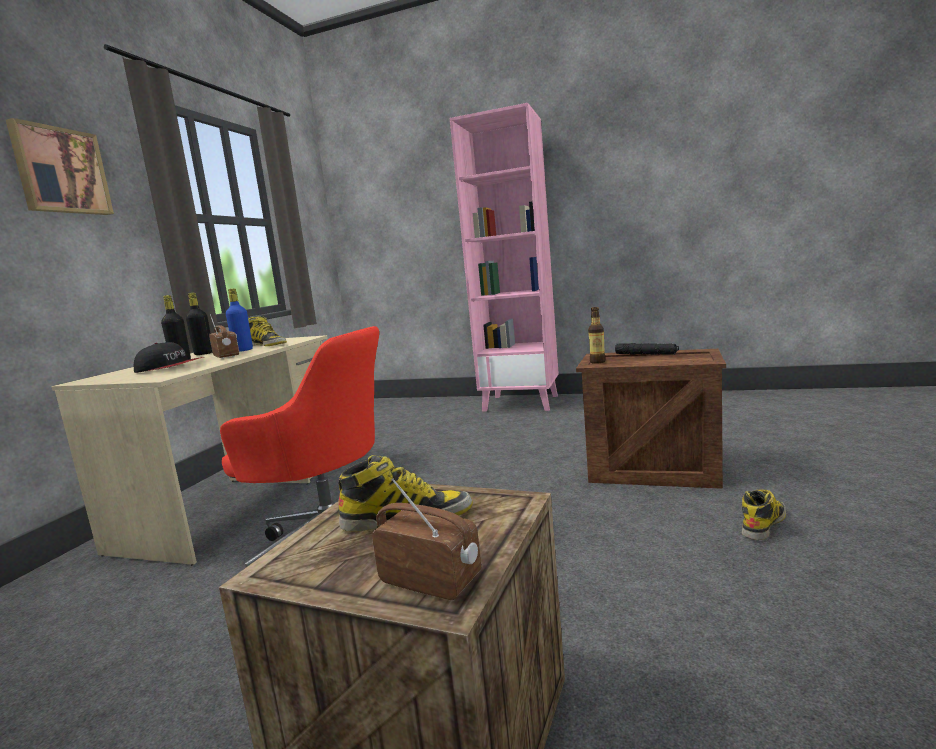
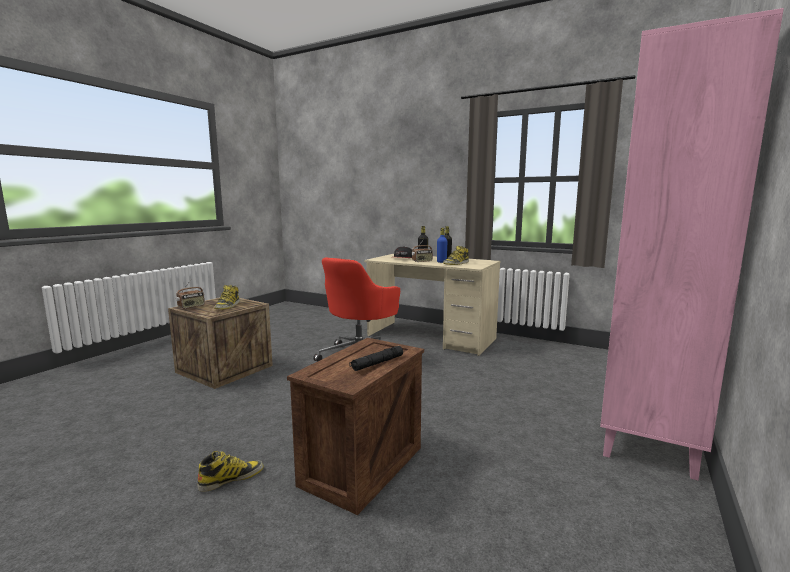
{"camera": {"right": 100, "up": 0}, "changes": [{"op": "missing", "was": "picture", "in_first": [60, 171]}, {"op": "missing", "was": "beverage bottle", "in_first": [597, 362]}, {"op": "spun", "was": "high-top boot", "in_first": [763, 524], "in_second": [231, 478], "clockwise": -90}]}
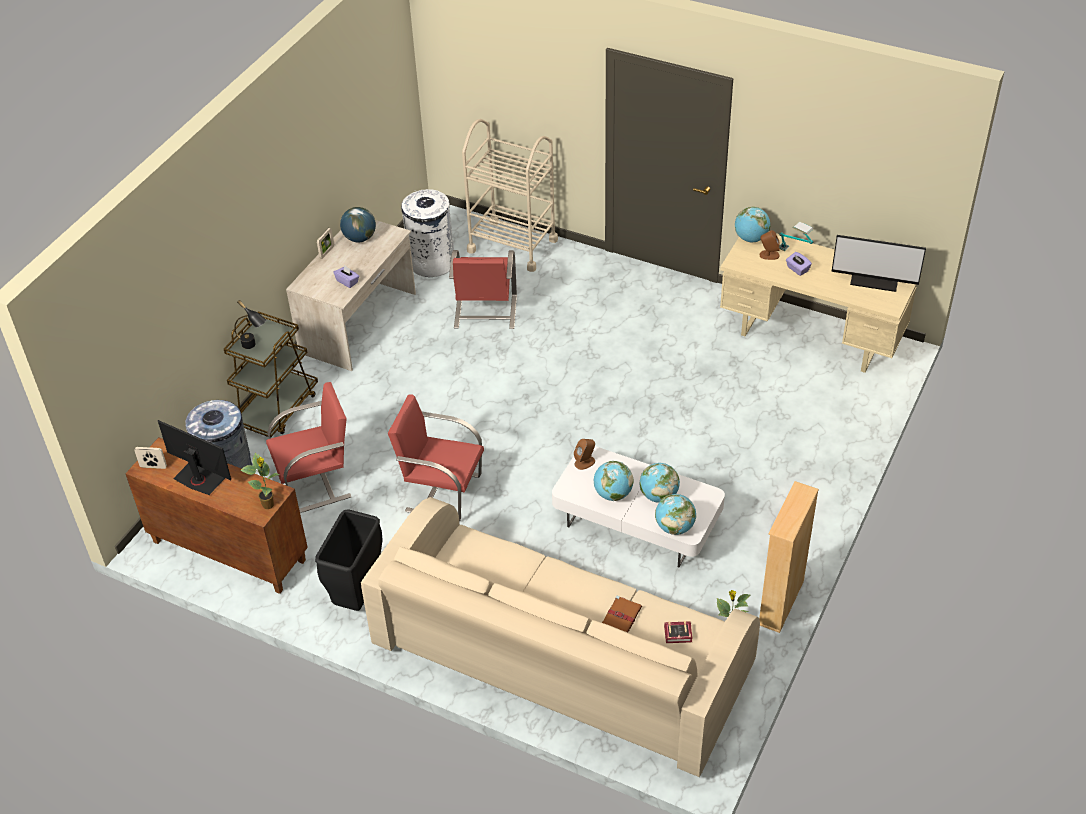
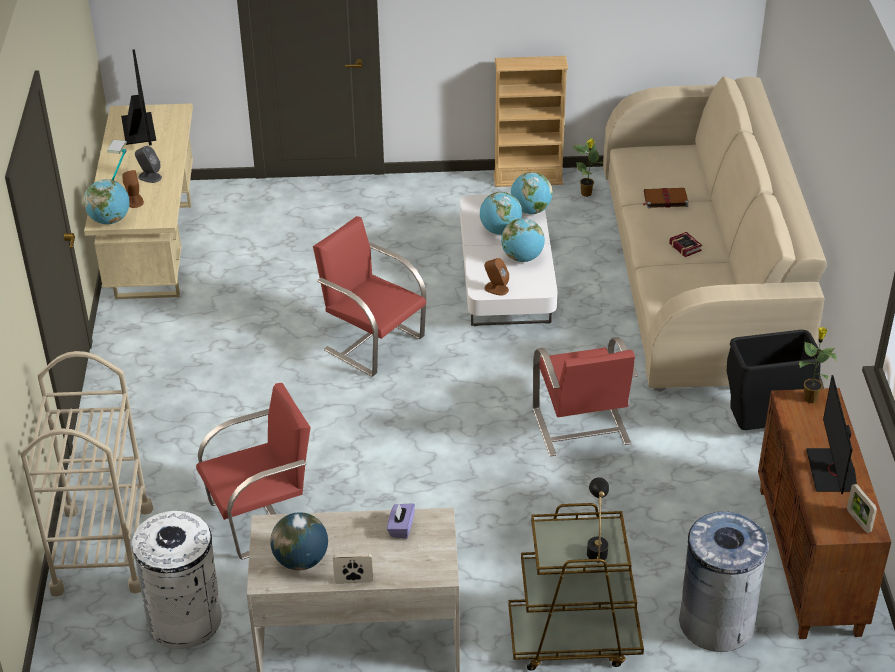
{"camera": {"right": -120, "up": -5}, "changes": [{"op": "relocated", "was": "red plain chair", "in_first": [316, 482], "in_second": [373, 342]}, {"op": "relocated", "was": "book", "in_first": [679, 635], "in_second": [685, 246]}, {"op": "exchanged", "was": "purple-coloured tissue box", "now": "grey speaker", "in_first": [797, 269], "in_second": [149, 177]}]}
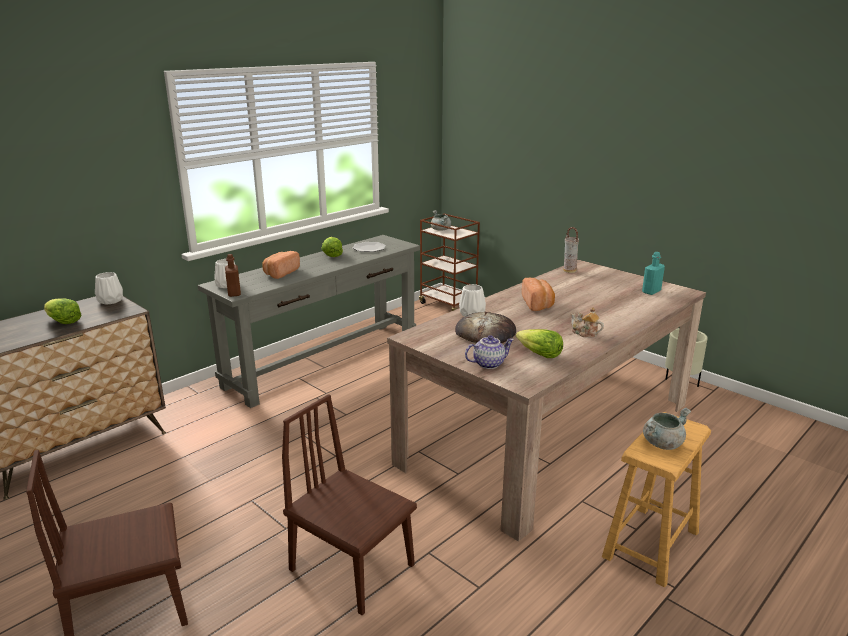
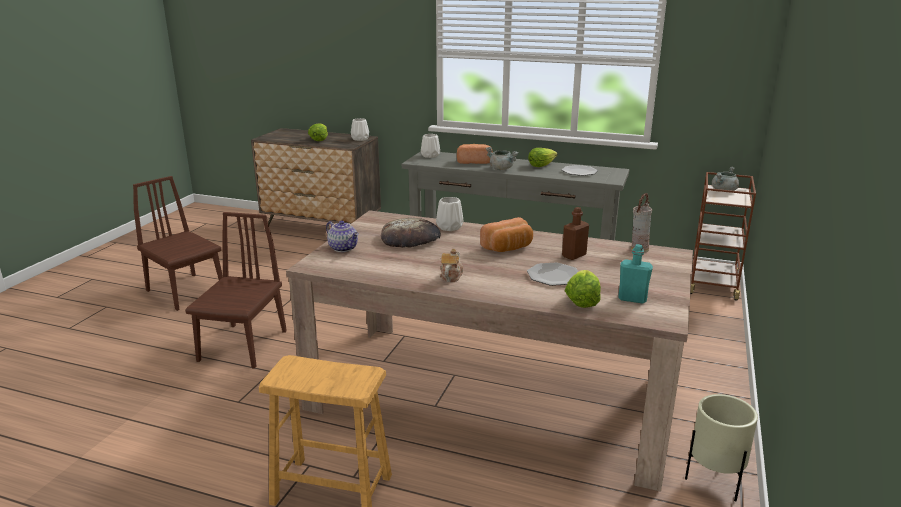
{"camera": {"right": 65, "up": 0}, "changes": [{"op": "relocated", "was": "brown-coloured beverage bottle", "in_first": [234, 293], "in_second": [574, 255]}, {"op": "relocated", "was": "lettuce head", "in_first": [539, 354], "in_second": [582, 300]}, {"op": "relocated", "was": "grey stockpot", "in_first": [662, 443], "in_second": [501, 169]}, {"op": "appeared", "now": "dinner plate", "in_second": [553, 276]}]}
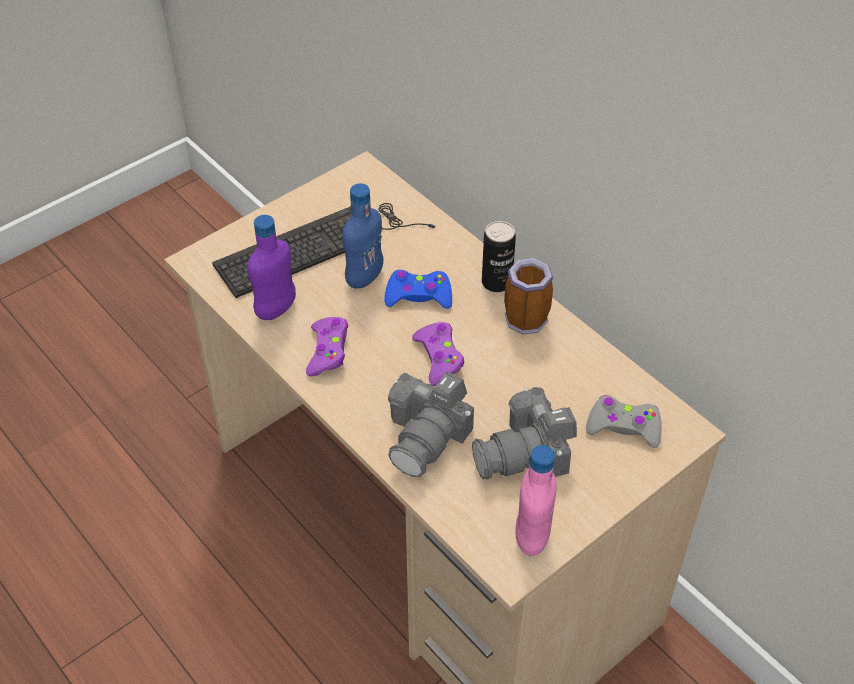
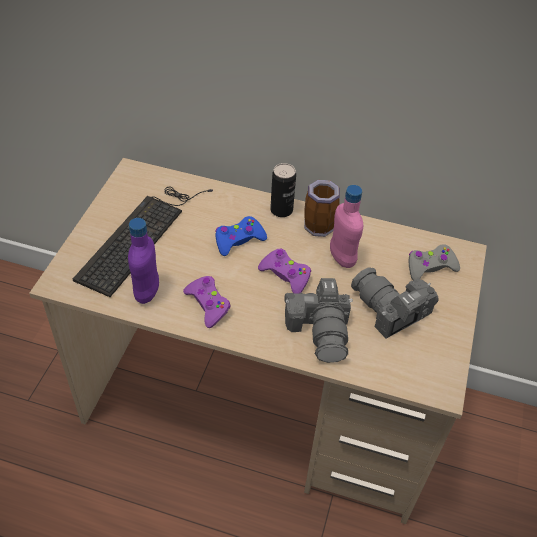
{"camera": {"right": -35, "up": 0}, "changes": [{"op": "missing", "was": "blue beverage bottle", "in_first": [364, 277]}, {"op": "spun", "was": "still camera", "in_first": [526, 454], "in_second": [390, 311], "clockwise": 105}, {"op": "relocated", "was": "pink-coloured beverage bottle", "in_first": [532, 536], "in_second": [342, 258]}]}
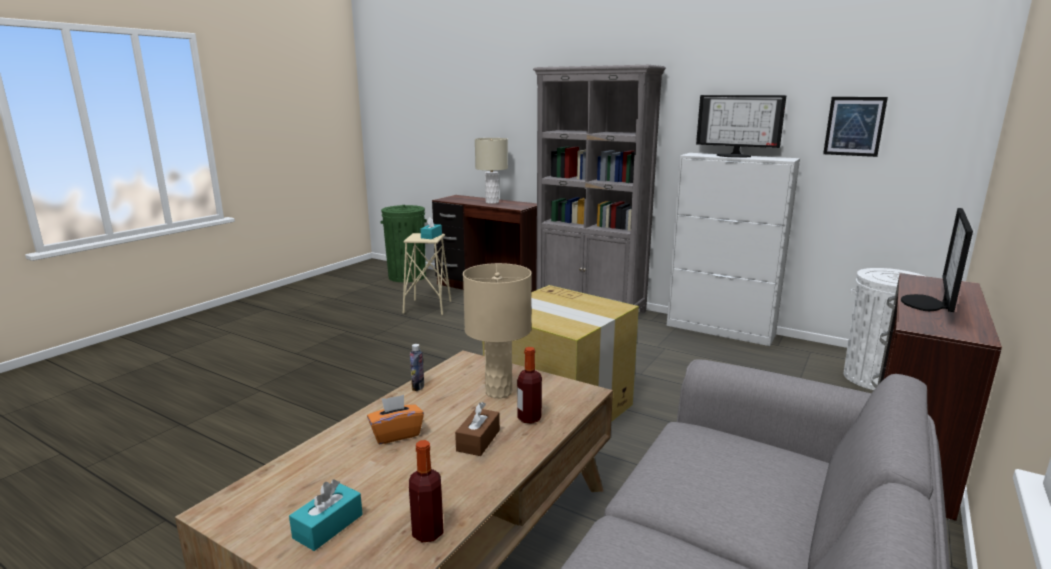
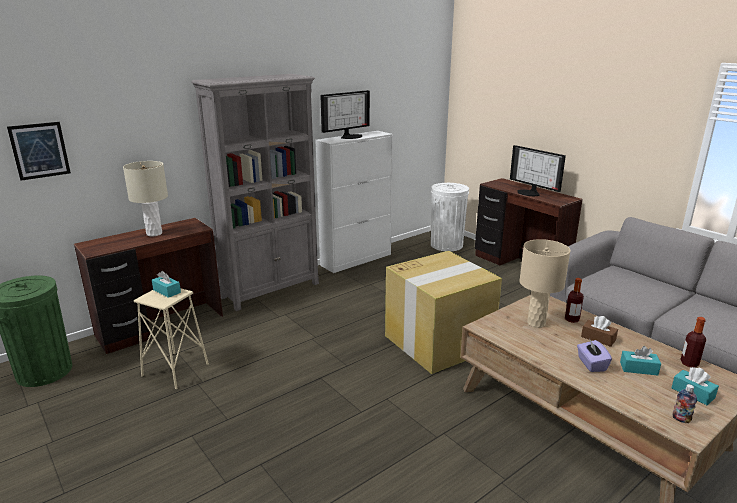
{"camera": {"right": -70, "up": 5}, "changes": [{"op": "colour", "was": "orangey tissue box", "now": "purple-coloured tissue box", "in_first": [396, 434], "in_second": [591, 364]}, {"op": "relocated", "was": "beverage bottle", "in_first": [418, 387], "in_second": [681, 419]}, {"op": "relocated", "was": "picture", "in_first": [854, 126], "in_second": [39, 150]}, {"op": "appeared", "now": "blue-green tissue box", "in_second": [638, 368]}]}
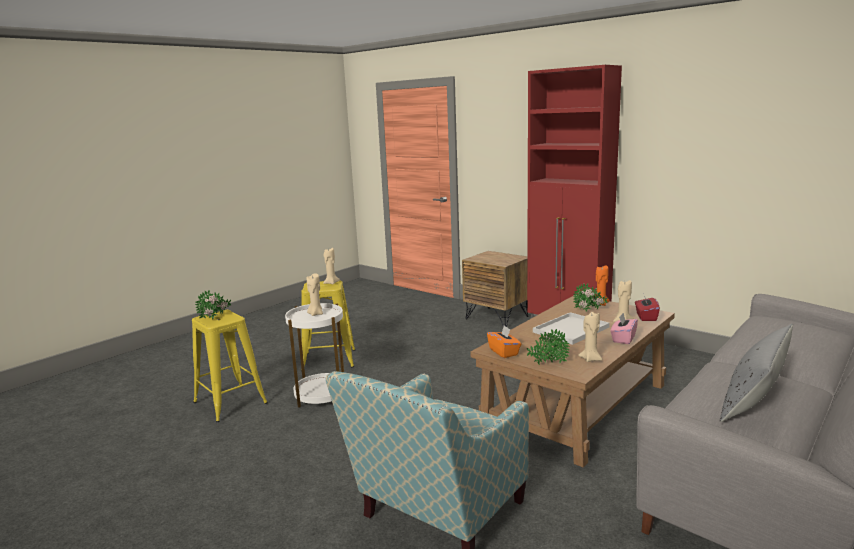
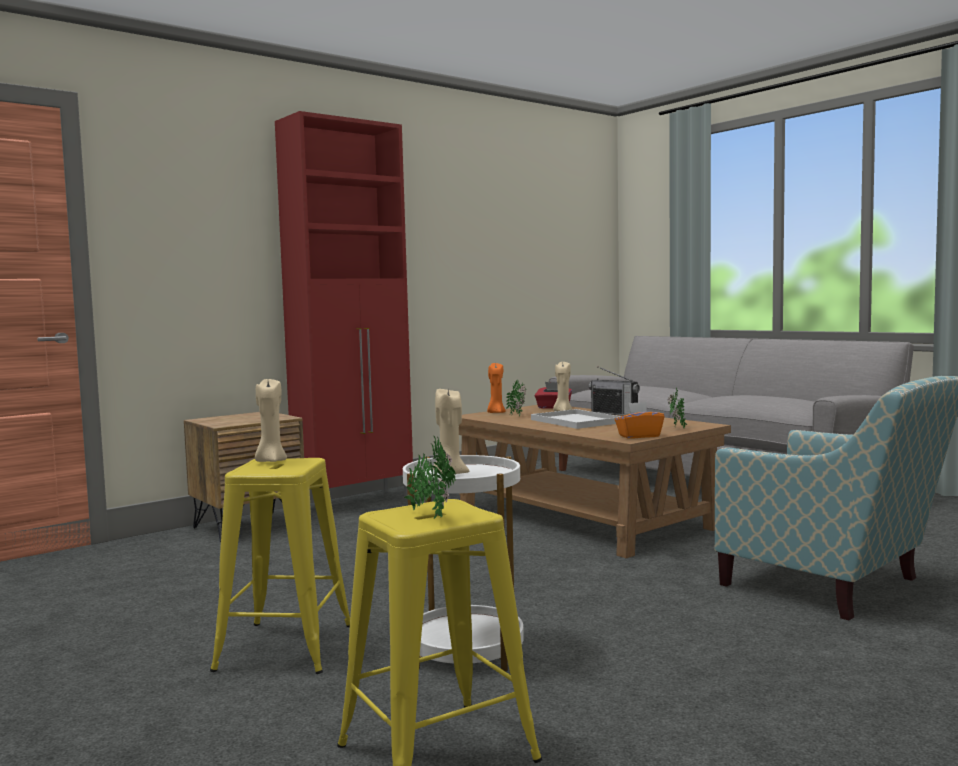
{"camera": {"right": -80, "up": -10}, "changes": [{"op": "missing", "was": "beige-coloured wax candle", "in_first": [590, 359]}, {"op": "exchanged", "was": "pink-coloured tissue box", "now": "radio set", "in_first": [623, 339], "in_second": [614, 414]}, {"op": "missing", "was": "grey cushion", "in_first": [754, 398]}]}
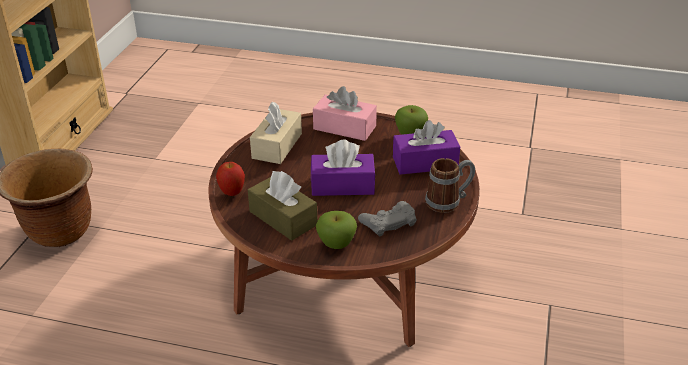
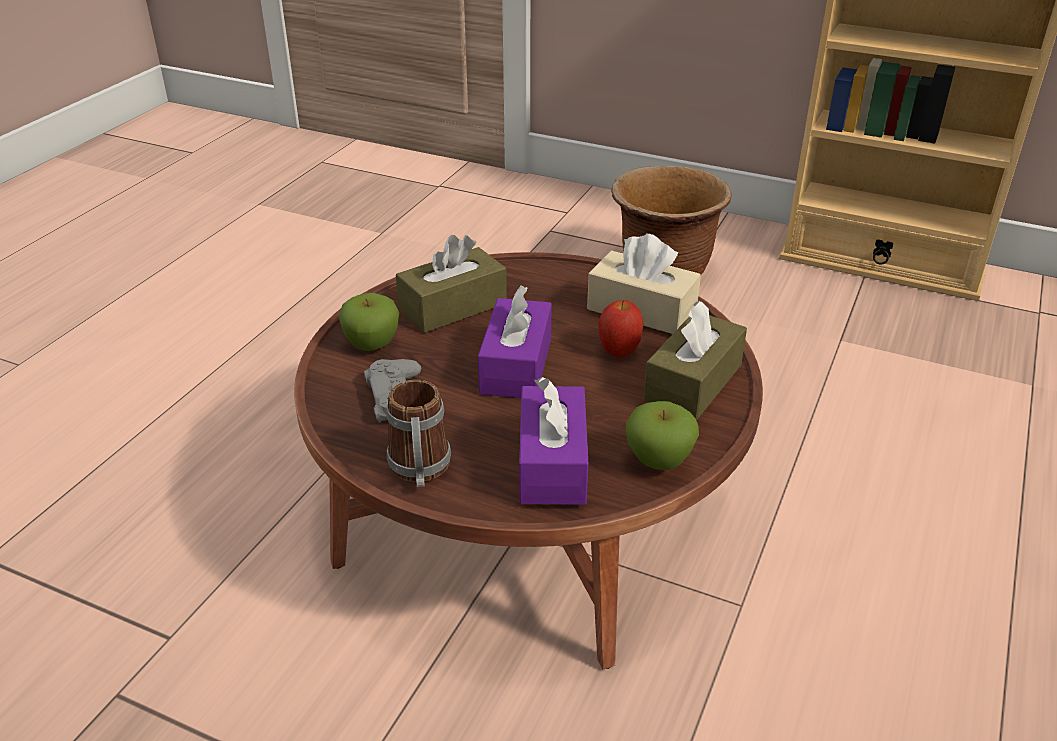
{"camera": {"right": 100, "up": 0}, "changes": [{"op": "relocated", "was": "whole apple", "in_first": [232, 193], "in_second": [619, 352]}, {"op": "colour", "was": "pink-coloured tissue box", "now": "brown-coloured tissue box", "in_first": [344, 127], "in_second": [693, 382]}]}
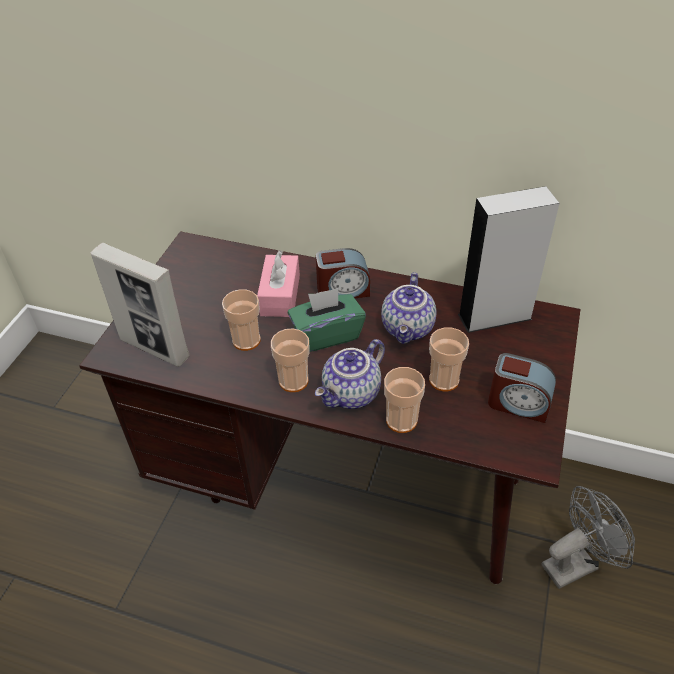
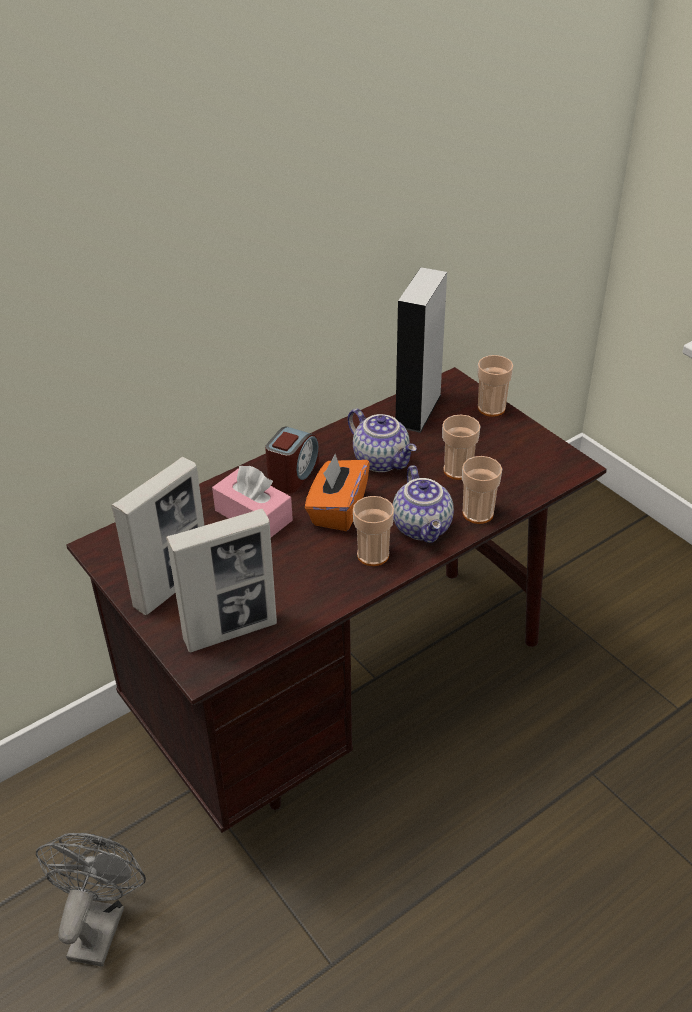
{"camera": {"right": -55, "up": -5}, "changes": [{"op": "relocated", "was": "small cup", "in_first": [246, 340], "in_second": [491, 408]}, {"op": "colour", "was": "green tissue box", "now": "orangey tissue box", "in_first": [326, 334], "in_second": [337, 510]}, {"op": "missing", "was": "table clock", "in_first": [518, 403]}, {"op": "relocated", "was": "grey cooling fan", "in_first": [576, 563], "in_second": [99, 923]}, {"op": "appeared", "now": "standing frame", "in_second": [172, 586]}]}
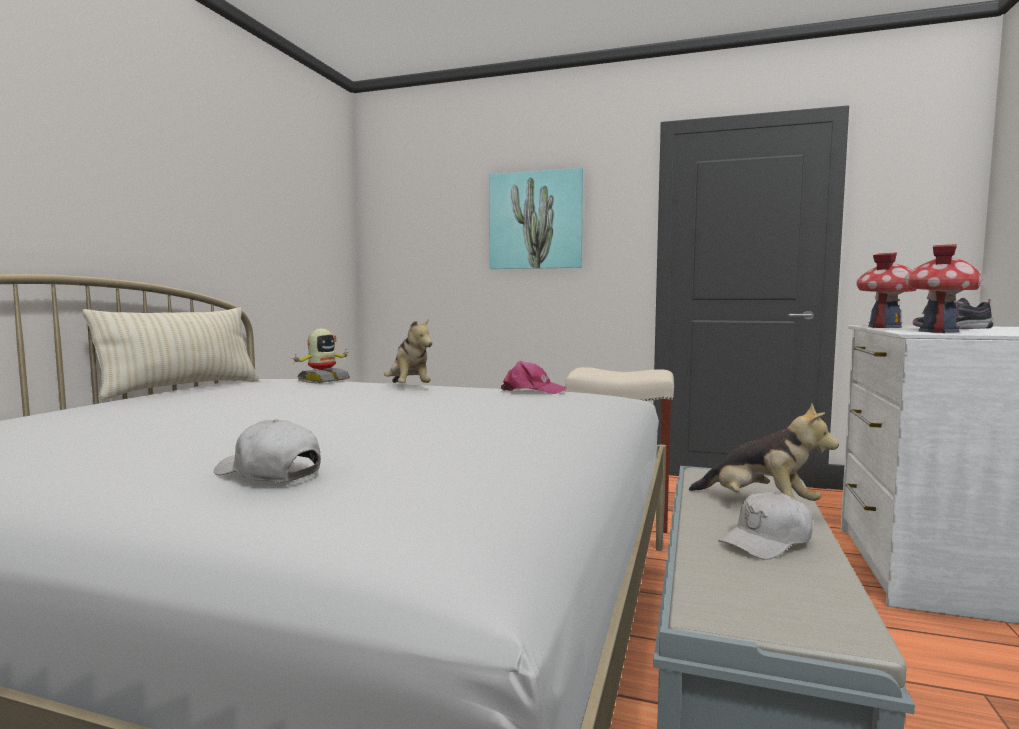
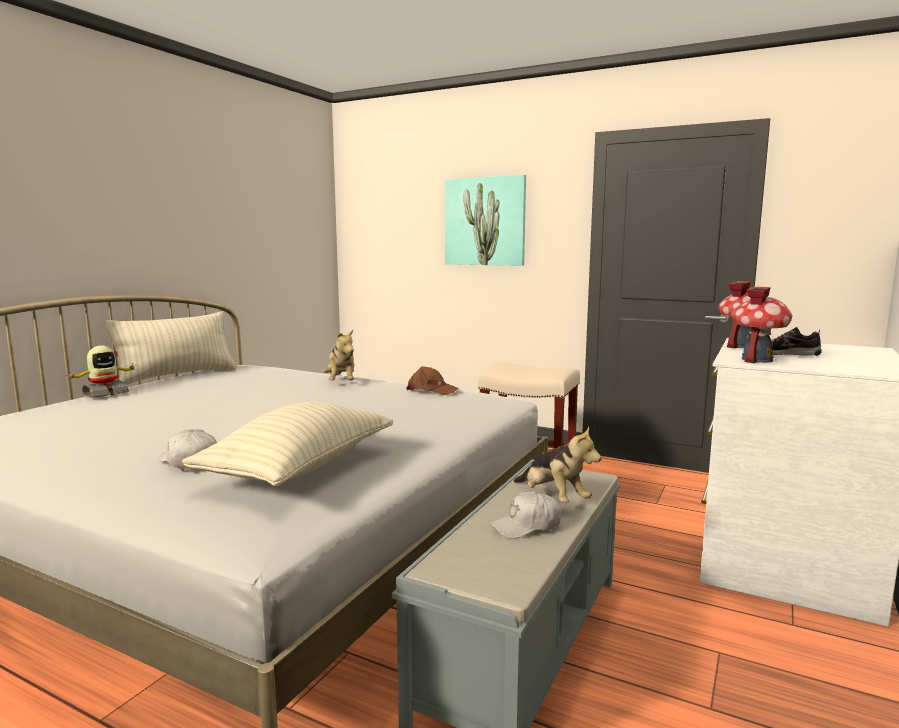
{"camera": {"right": 10, "up": 5}, "changes": [{"op": "relocated", "was": "toy robot", "in_first": [323, 380], "in_second": [105, 393]}, {"op": "colour", "was": "pink-coloured cap", "now": "brown-coloured cap", "in_first": [532, 390], "in_second": [431, 390]}, {"op": "appeared", "now": "beige-coloured cushion", "in_second": [299, 468]}]}
